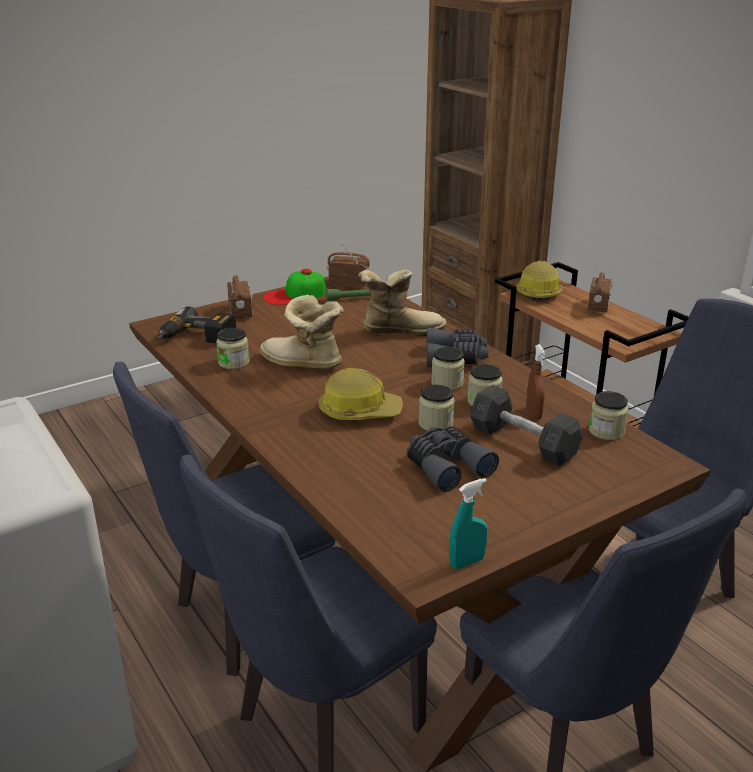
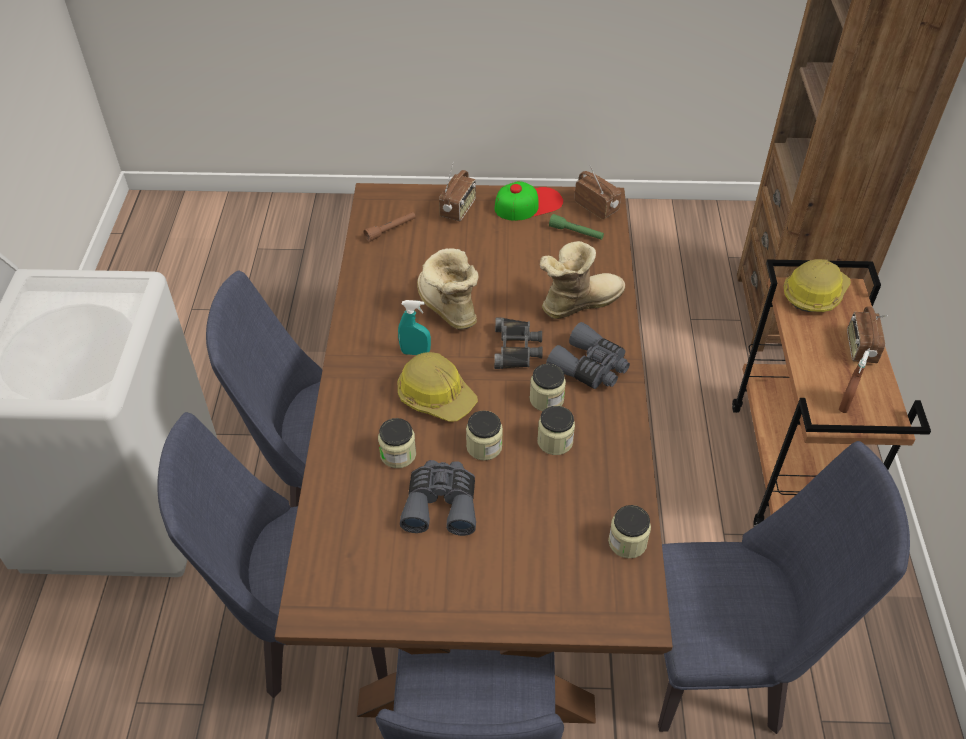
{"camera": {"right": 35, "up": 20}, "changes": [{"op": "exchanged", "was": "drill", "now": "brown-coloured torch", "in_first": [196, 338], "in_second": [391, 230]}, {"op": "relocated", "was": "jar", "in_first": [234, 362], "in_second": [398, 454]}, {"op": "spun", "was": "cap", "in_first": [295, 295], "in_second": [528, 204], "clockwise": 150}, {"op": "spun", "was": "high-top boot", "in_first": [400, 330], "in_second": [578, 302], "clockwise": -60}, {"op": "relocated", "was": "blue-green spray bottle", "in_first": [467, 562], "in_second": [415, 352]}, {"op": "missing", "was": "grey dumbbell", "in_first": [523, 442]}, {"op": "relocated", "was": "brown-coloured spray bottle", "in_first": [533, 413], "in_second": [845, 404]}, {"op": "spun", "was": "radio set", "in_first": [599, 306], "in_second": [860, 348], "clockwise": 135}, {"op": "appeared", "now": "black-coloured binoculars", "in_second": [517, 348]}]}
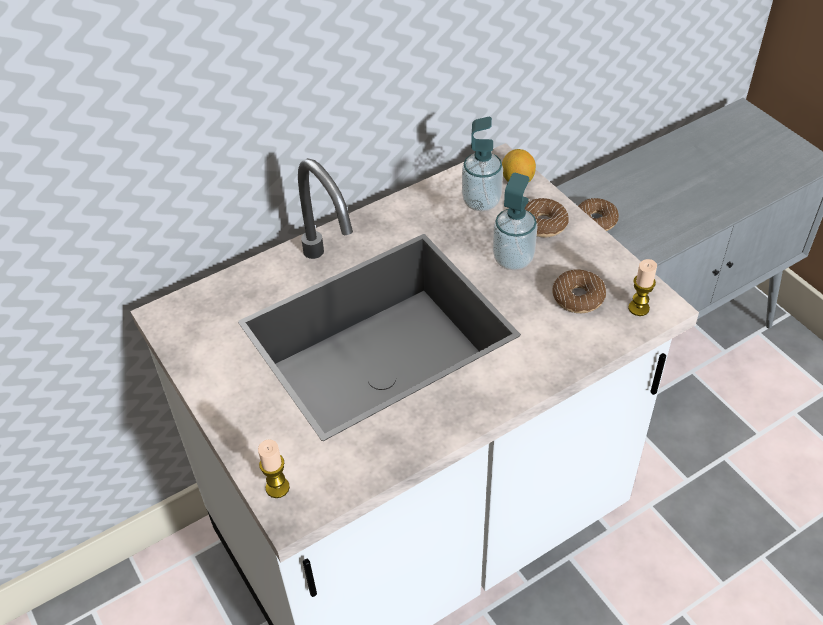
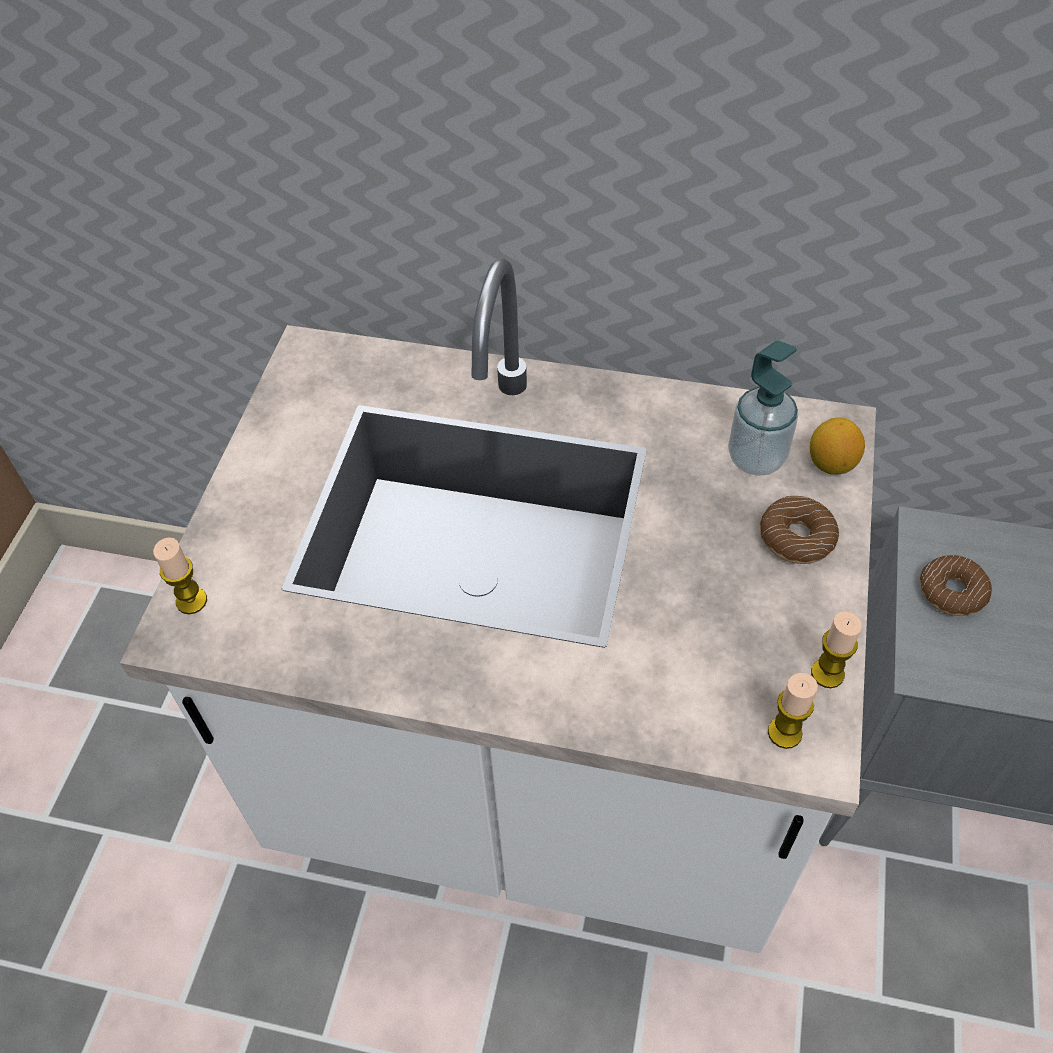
{"camera": {"right": 45, "up": 5}, "changes": [{"op": "missing", "was": "soap bottle", "in_first": [513, 259]}, {"op": "missing", "was": "ring doughnut", "in_first": [578, 297]}, {"op": "appeared", "now": "wax candle", "in_second": [827, 673]}]}
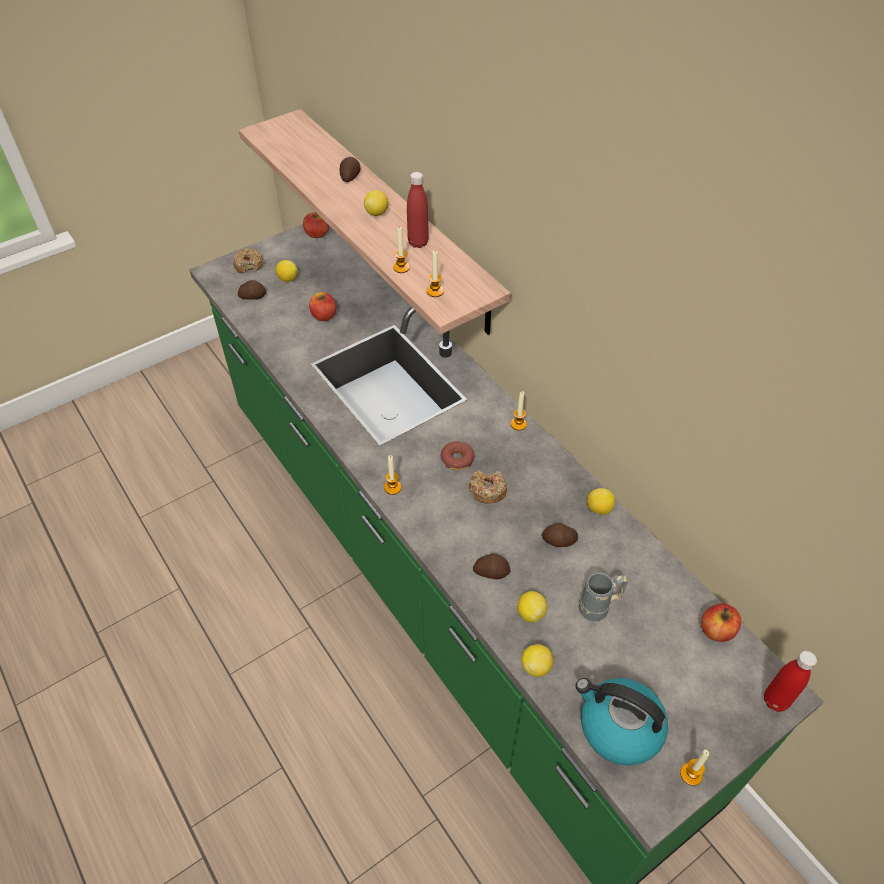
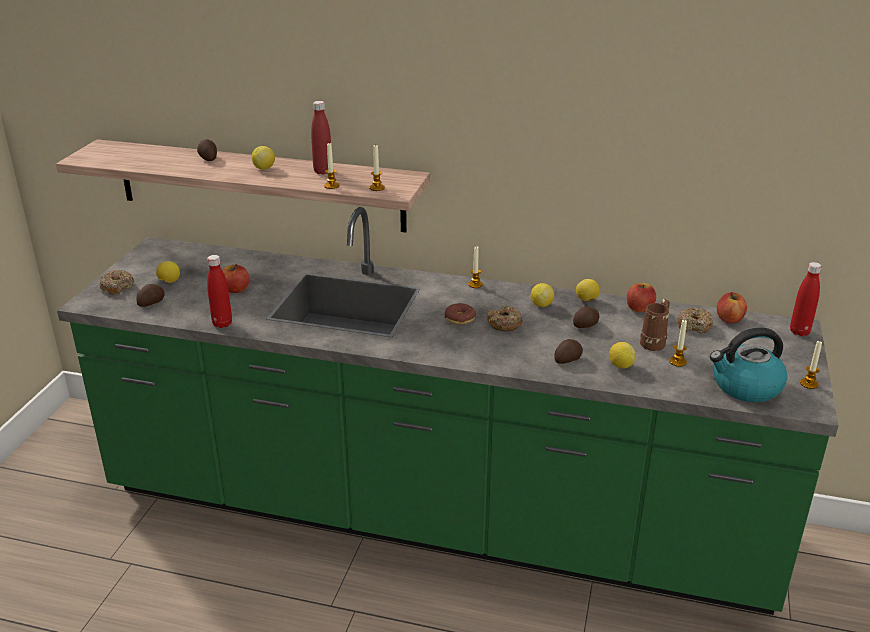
{"camera": {"right": -40, "up": -20}, "changes": [{"op": "relocated", "was": "whole apple", "in_first": [317, 234], "in_second": [639, 308]}, {"op": "relocated", "was": "wax candle", "in_first": [392, 487], "in_second": [677, 362]}, {"op": "relocated", "was": "citrus fruit", "in_first": [536, 666], "in_second": [541, 305]}, {"op": "colour", "was": "grey mug", "now": "brown-coloured mug", "in_first": [599, 607], "in_second": [655, 342]}, {"op": "appeared", "now": "red beverage bottle", "in_second": [222, 324]}, {"op": "appeared", "now": "ring doughnut", "in_second": [694, 326]}]}
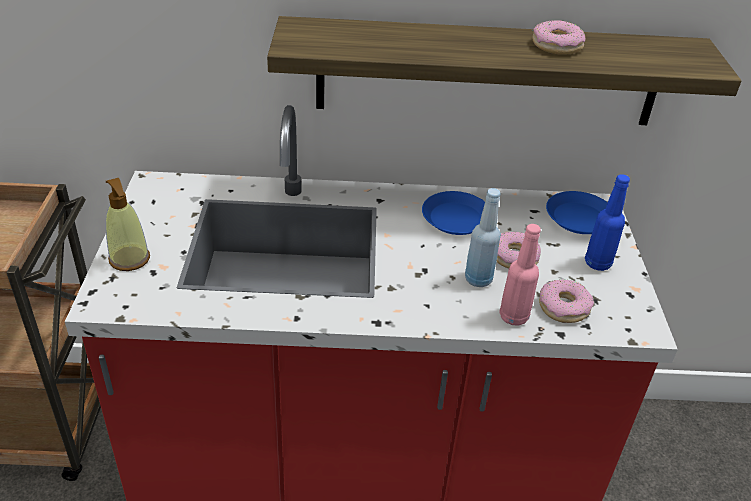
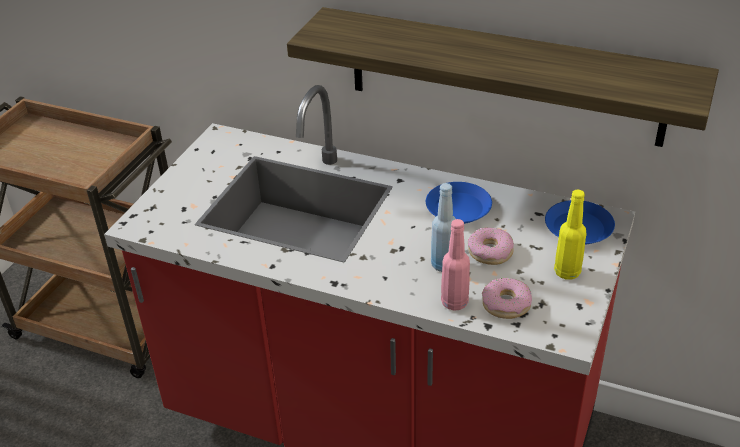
{"camera": {"right": 25, "up": 0}, "changes": [{"op": "missing", "was": "soap bottle", "in_first": [129, 259]}, {"op": "missing", "was": "ring doughnut", "in_first": [557, 45]}, {"op": "colour", "was": "blue beverage bottle", "now": "yellow beverage bottle", "in_first": [597, 263], "in_second": [567, 272]}]}
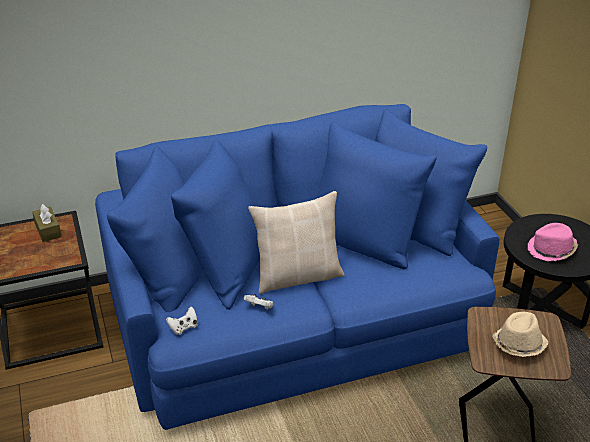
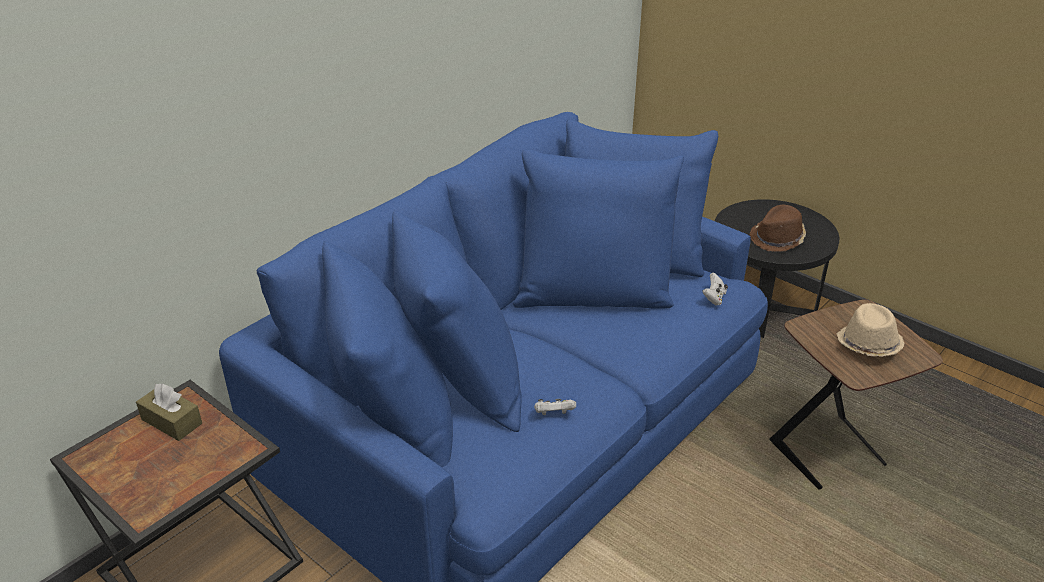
{"camera": {"right": -30, "up": 0}, "changes": [{"op": "relocated", "was": "whitish gamepad", "in_first": [183, 328], "in_second": [714, 298]}, {"op": "missing", "was": "beige-coloured cushion", "in_first": [298, 276]}, {"op": "colour", "was": "pink-coloured wearable hat", "now": "brown-coloured wearable hat", "in_first": [551, 250], "in_second": [778, 239]}]}
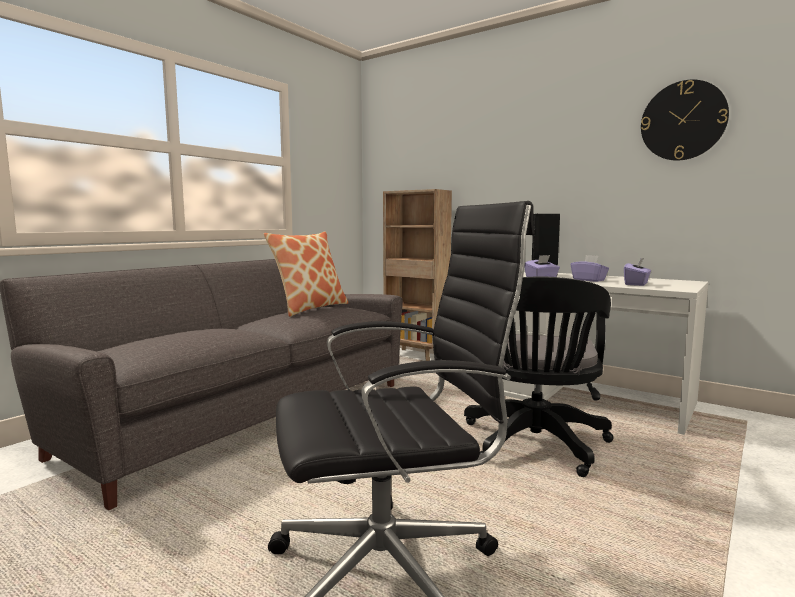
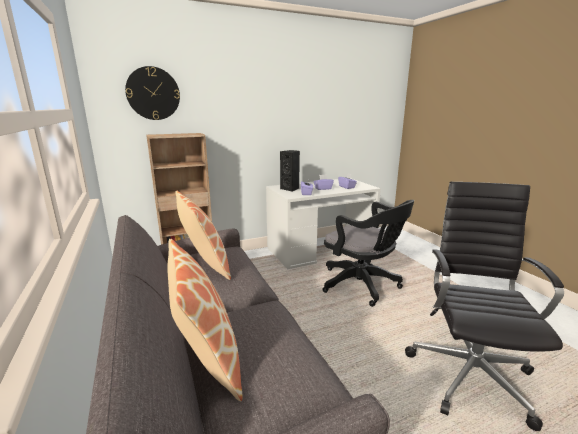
{"camera": {"right": -60, "up": 10}, "changes": [{"op": "relocated", "was": "clock on the wall", "in_first": [683, 121], "in_second": [153, 93]}, {"op": "appeared", "now": "cushion", "in_second": [206, 358]}]}
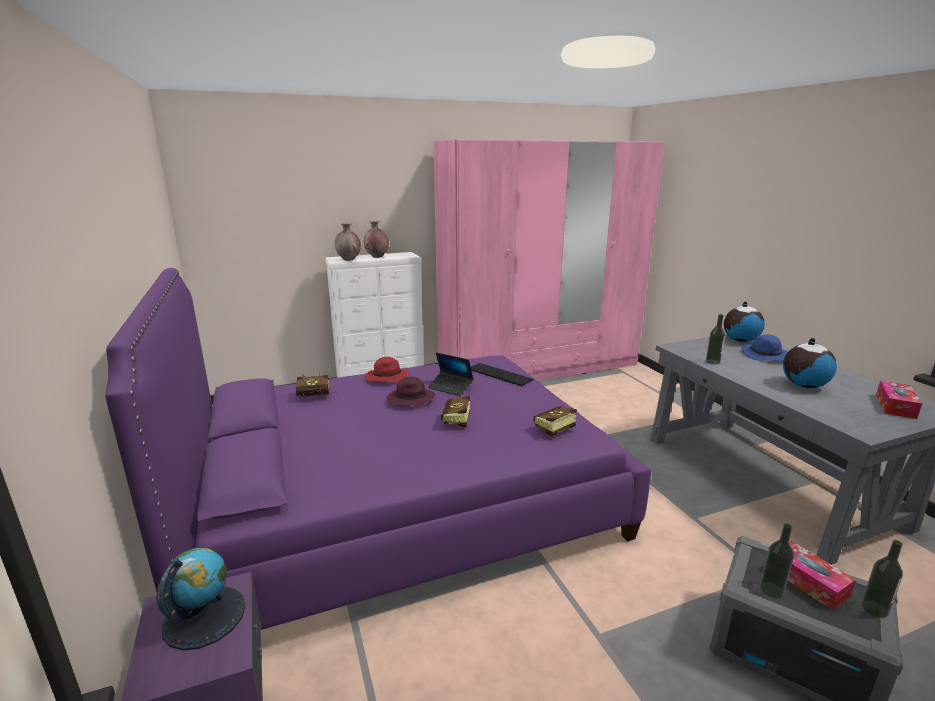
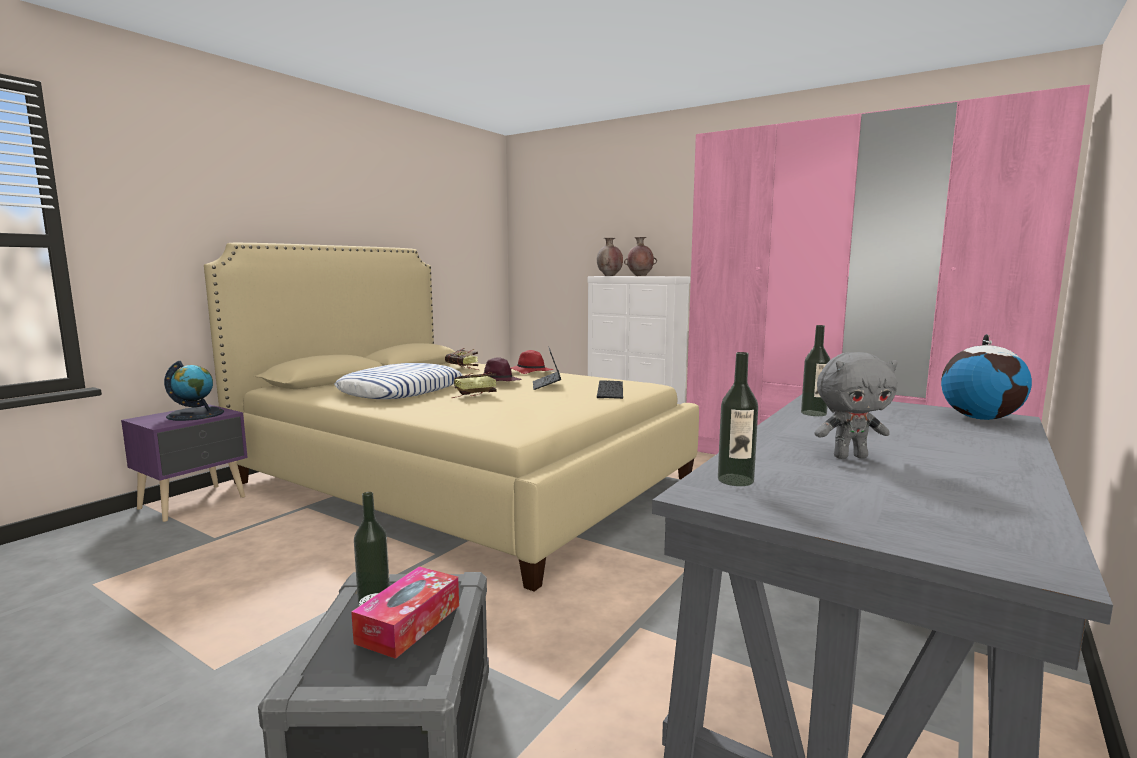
{"camera": {"right": 55, "up": -10}, "changes": [{"op": "colour", "was": "purple-coloured sleeping bed", "now": "beige-coloured sleeping bed", "in_first": [401, 503], "in_second": [462, 480]}, {"op": "missing", "was": "book", "in_first": [551, 431]}, {"op": "missing", "was": "blue wearable hat", "in_first": [765, 356]}, {"op": "exchanged", "was": "globe", "now": "grey plush toy", "in_first": [803, 386], "in_second": [850, 456]}, {"op": "relocated", "was": "beverage bottle", "in_first": [874, 608], "in_second": [735, 480]}, {"op": "missing", "was": "tissue box", "in_first": [895, 406]}, {"op": "appeared", "now": "cushion", "in_second": [401, 391]}]}
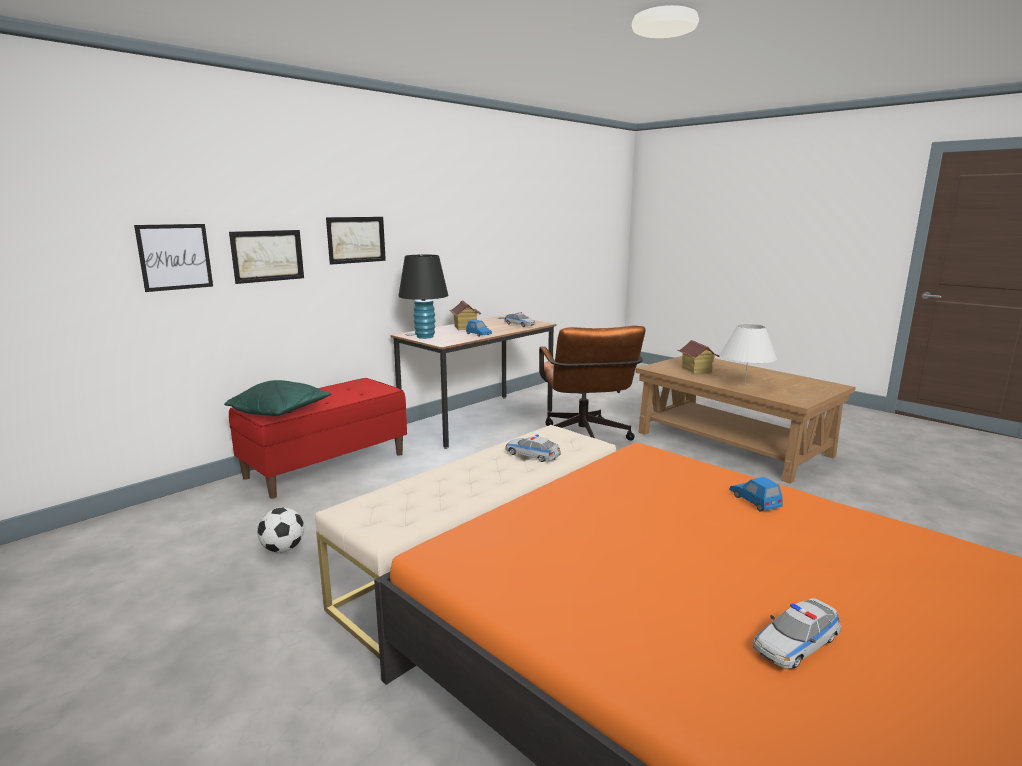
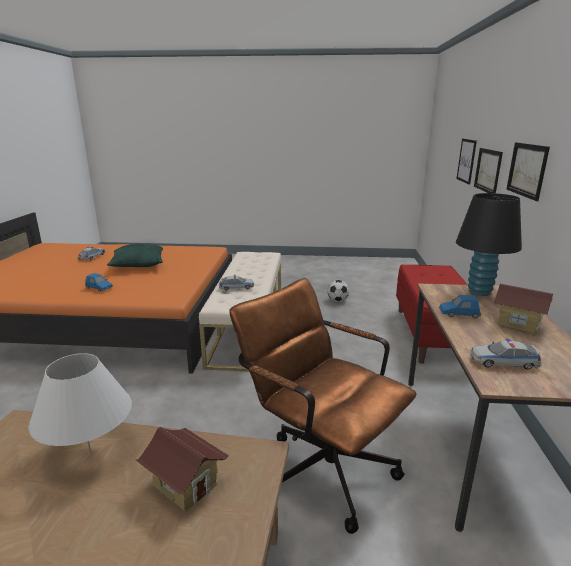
{"camera": {"right": 140, "up": 5}, "changes": [{"op": "relocated", "was": "green cushion", "in_first": [280, 412], "in_second": [138, 265]}]}
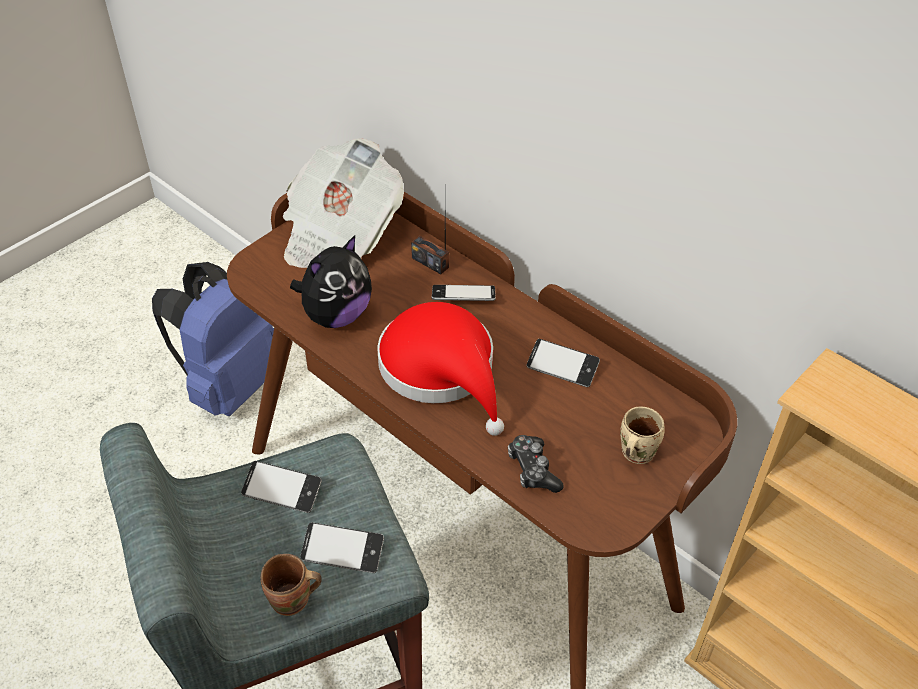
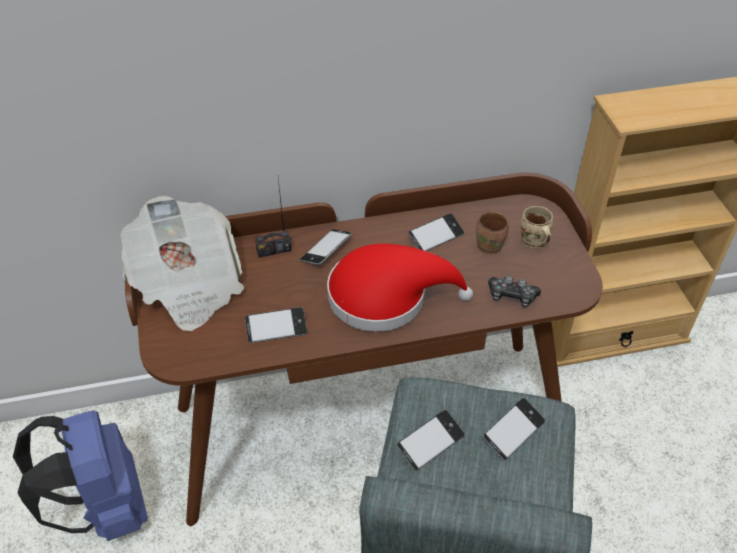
{"camera": {"right": -55, "up": 0}, "changes": [{"op": "relocated", "was": "brown-coloured mug", "in_first": [292, 602], "in_second": [491, 245]}, {"op": "exchanged", "was": "plush toy", "now": "phone", "in_first": [336, 315], "in_second": [276, 328]}]}
